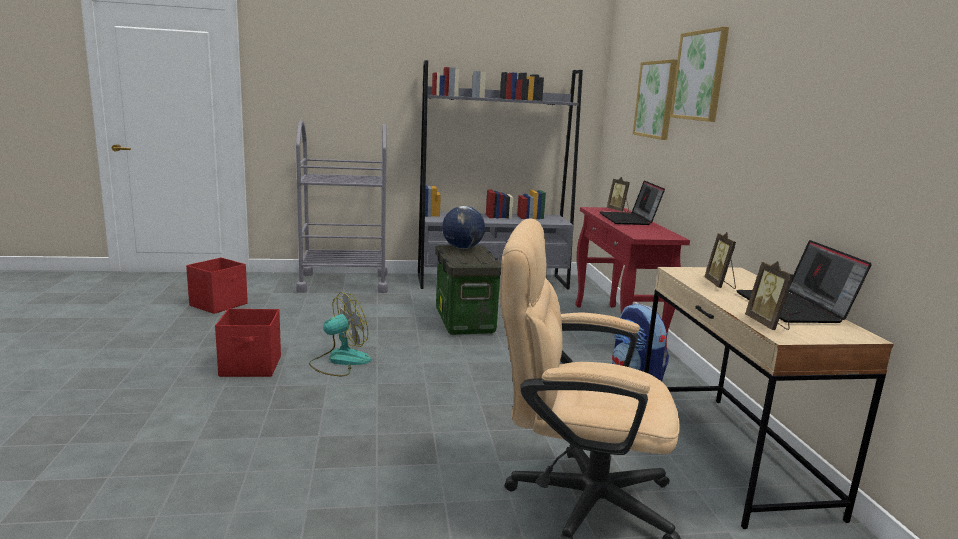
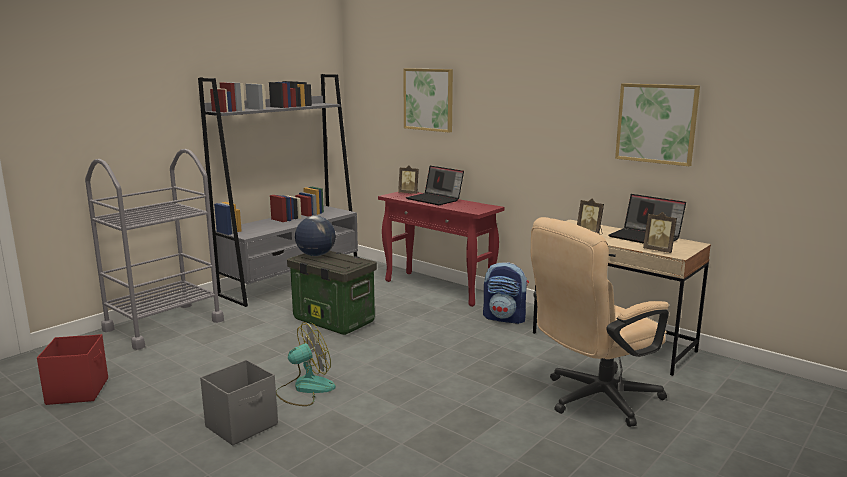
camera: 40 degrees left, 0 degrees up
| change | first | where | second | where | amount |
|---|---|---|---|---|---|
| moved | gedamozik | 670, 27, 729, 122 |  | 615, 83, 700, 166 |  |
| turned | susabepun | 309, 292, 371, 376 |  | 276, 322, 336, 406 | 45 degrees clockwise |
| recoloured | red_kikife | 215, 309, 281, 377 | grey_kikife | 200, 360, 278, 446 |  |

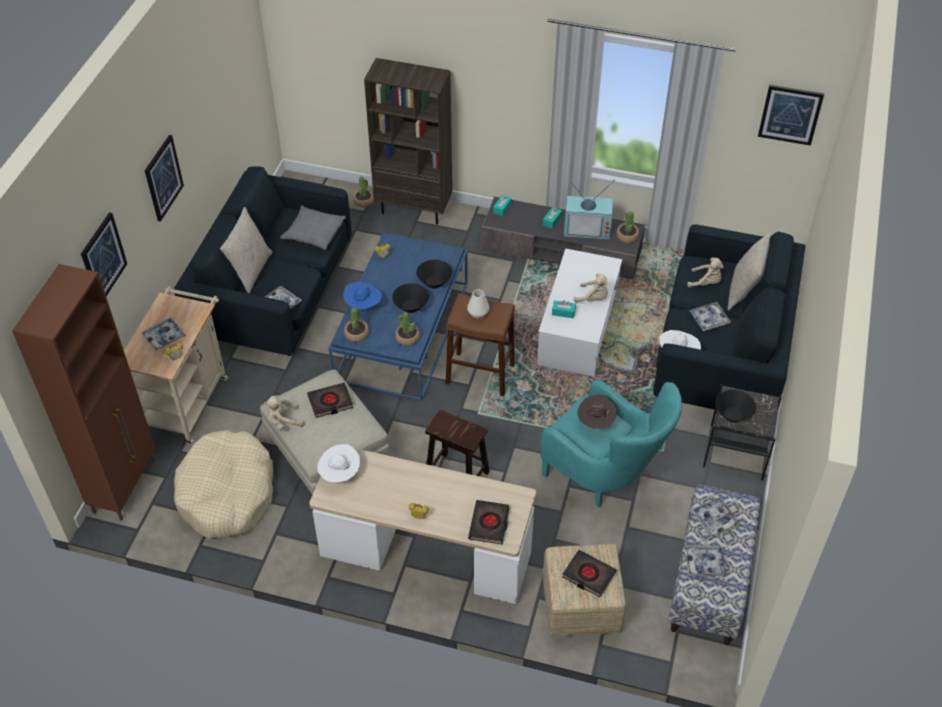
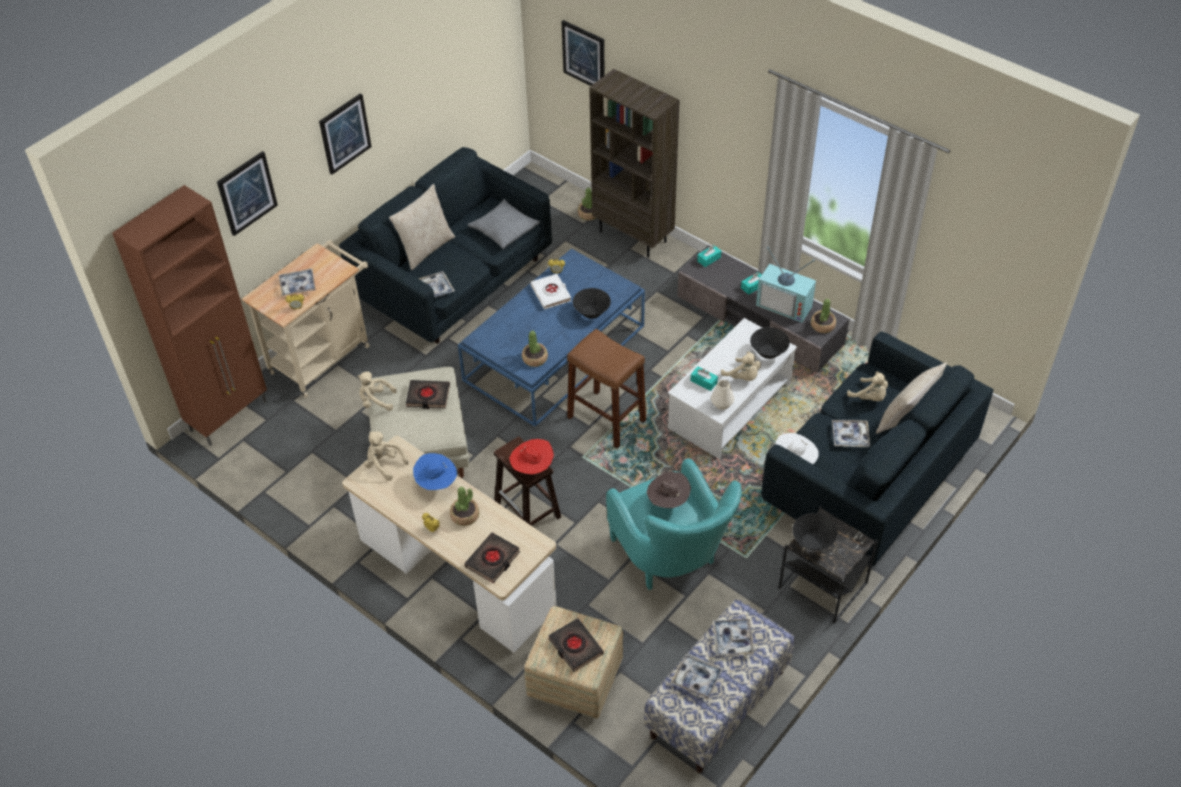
camera: 25 degrees right, 0 degrees up
| change | first | where | second | where | amount |
|---|---|---|---|---|---|
| moved | gedamozik | 758, 84, 824, 146 |  | 561, 20, 605, 86 |  |
| moved | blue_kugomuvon | 343, 282, 382, 309 |  | 413, 453, 457, 490 |  |
| moved | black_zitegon | 392, 283, 429, 313 |  | 750, 327, 790, 359 |  |
| moved | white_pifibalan | 467, 290, 489, 319 |  | 711, 380, 734, 410 |  |
| moved | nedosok | 344, 308, 369, 342 |  | 450, 487, 480, 526 |  |
| removed | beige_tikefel | 174, 430, 273, 539 |  |  |  |
| replaced | white_kugomuvon | 318, 444, 360, 482 | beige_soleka | 364, 431, 409, 481 |  |
| added |  |  | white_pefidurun | 531, 274, 571, 309 |  |
| added |  |  | red_kugomuvon | 509, 439, 554, 475 |  |

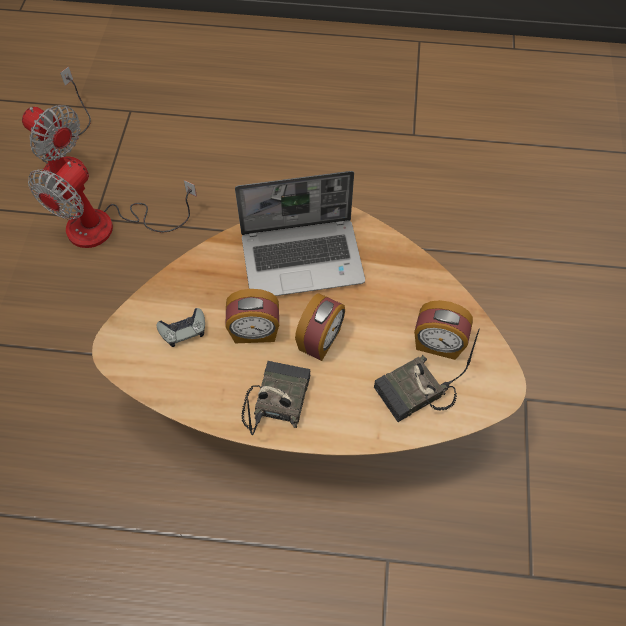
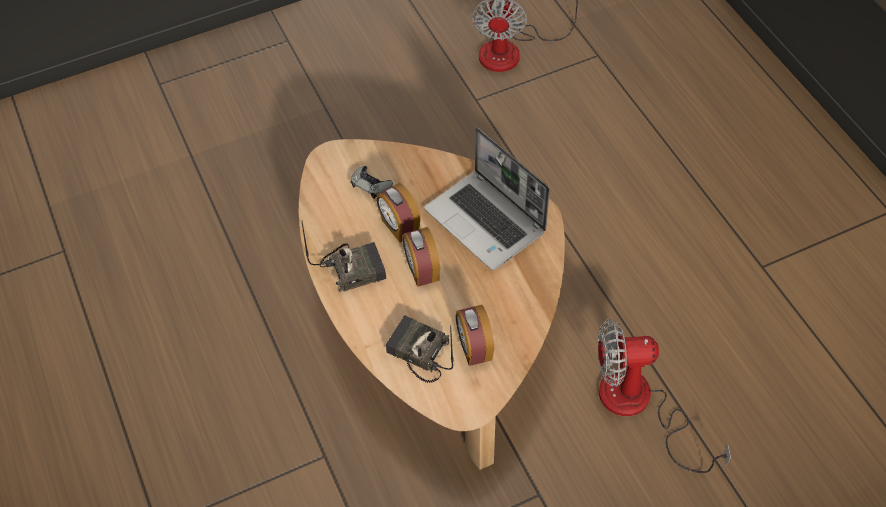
camera: 60 degrees right, 5 degrees down
| change | first | where | second | where | amount |
|---|---|---|---|---|---|
| moved | susabepun | 28, 160, 197, 248 |  | 598, 319, 731, 473 |  |
| turned | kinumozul | 295, 293, 345, 361 |  | 402, 227, 440, 287 | 75 degrees clockwise |

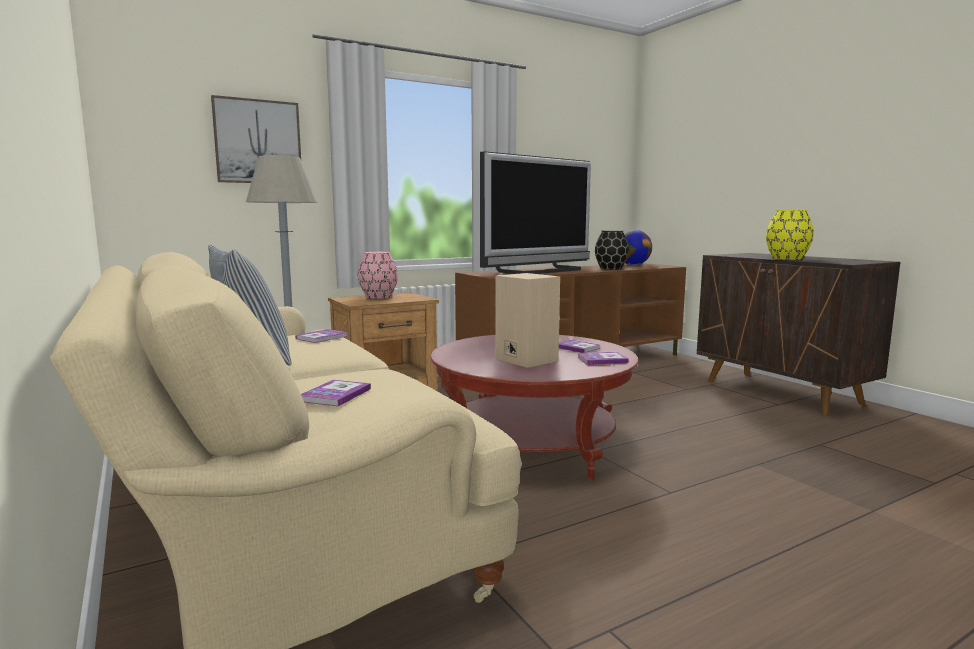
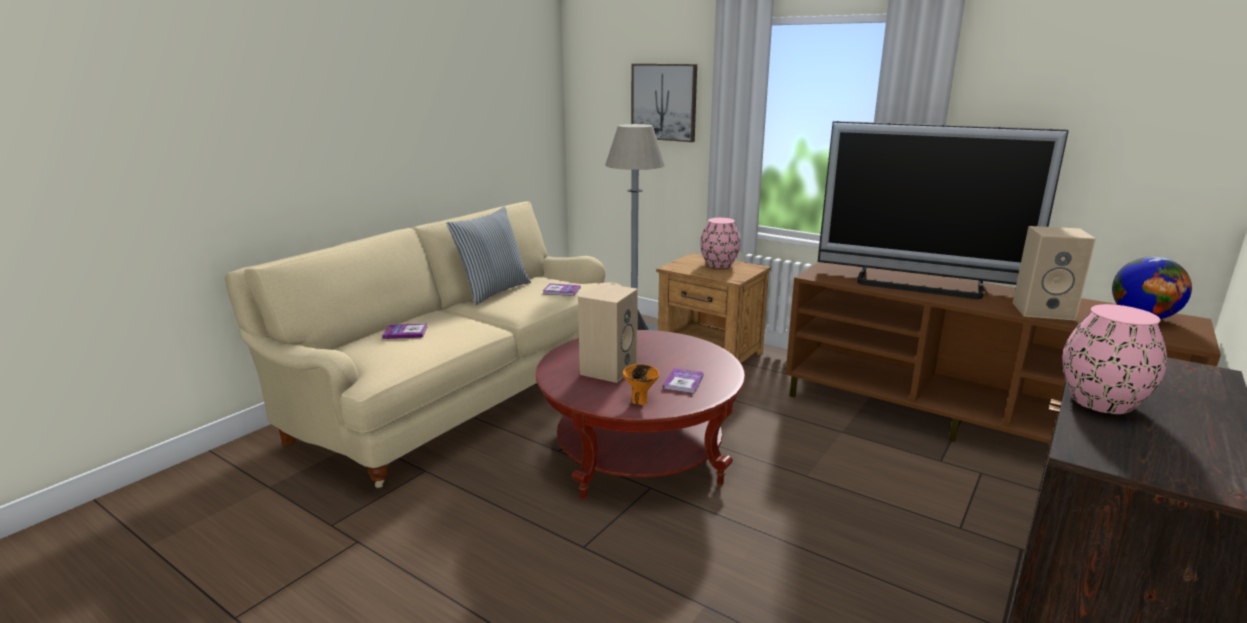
camera: 65 degrees right, 10 degrees up
| change | first | where | second | where | amount |
|---|---|---|---|---|---|
| recoloured | yellow_pifibalan | 766, 210, 814, 260 | pink_pifibalan | 1062, 304, 1167, 414 |  |
| replaced | black_pifibalan | 595, 230, 629, 270 | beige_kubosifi | 1013, 226, 1096, 321 |  |
| replaced | pefidurun | 577, 352, 629, 365 | orange_zitegon | 623, 364, 659, 405 |  |

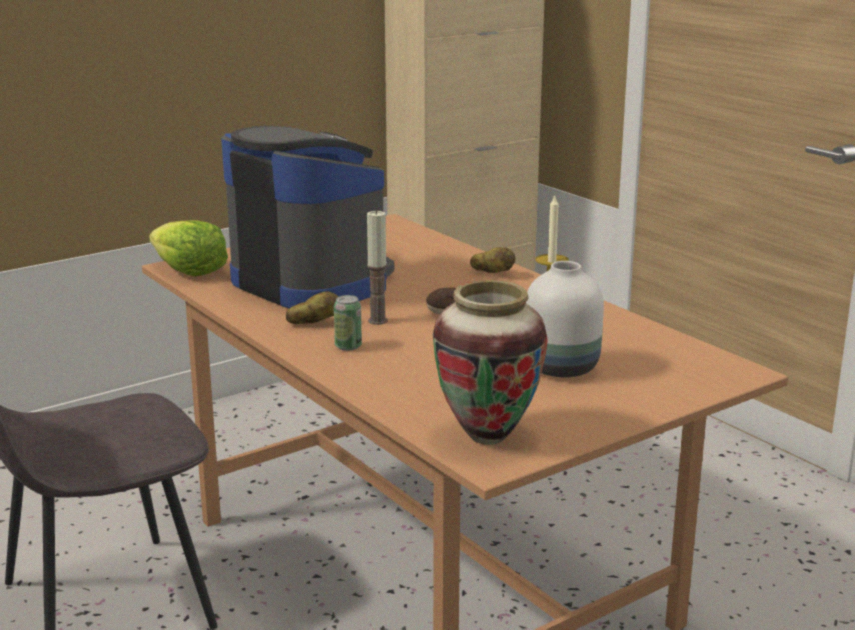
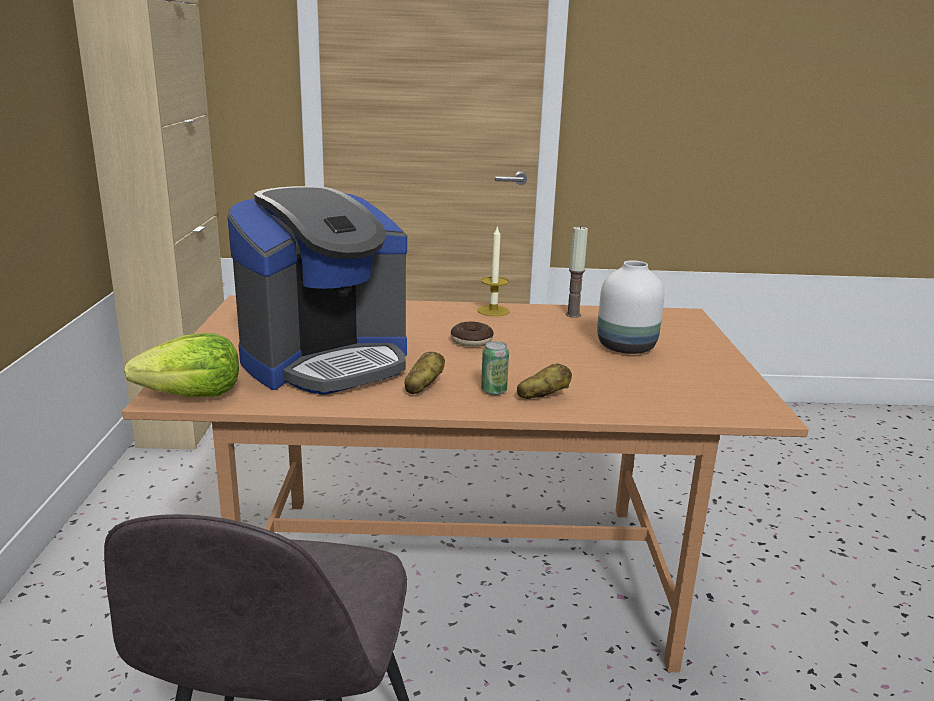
camera: 55 degrees left, 0 degrees up
| change | first | where | second | where | amount |
|---|---|---|---|---|---|
| turned | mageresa | 221, 126, 394, 308 |  | 227, 186, 407, 395 | 150 degrees clockwise |
| moved | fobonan | 367, 210, 388, 325 |  | 566, 225, 588, 318 |  |
| moved | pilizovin | 470, 247, 516, 273 |  | 517, 364, 572, 399 |  |
| removed | pifibalan | 433, 280, 548, 445 |  |  |  |

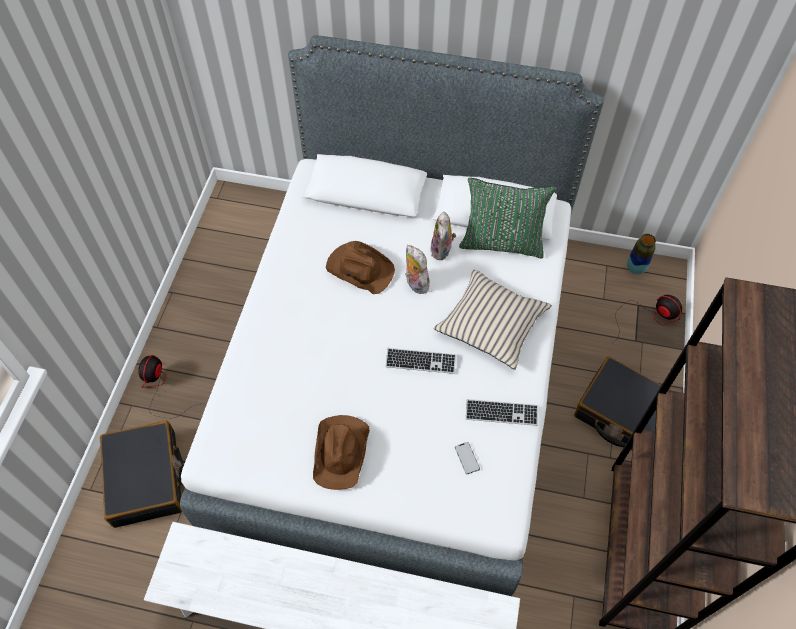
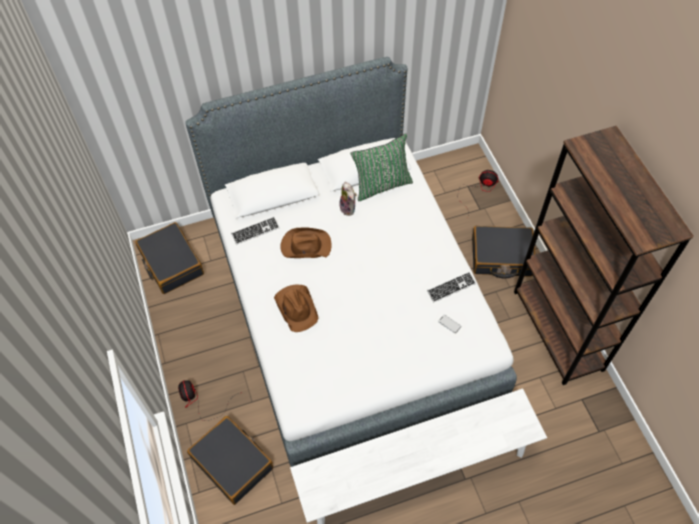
camera: 30 degrees left, 0 degrees up
| change | first | where | second | where | amount |
|---|---|---|---|---|---|
| removed | pifibalan | 627, 234, 656, 274 |  |  |  |
| removed | soleka | 405, 245, 430, 294 |  |  |  |
| removed | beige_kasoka | 434, 269, 552, 370 |  |  |  |
| moved | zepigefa | 386, 348, 456, 374 |  | 231, 217, 280, 245 |  |
| moved | brown_kugomuvon | 313, 415, 370, 490 |  | 274, 285, 318, 332 |  |
| added |  |  | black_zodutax | 135, 222, 204, 294 |  |

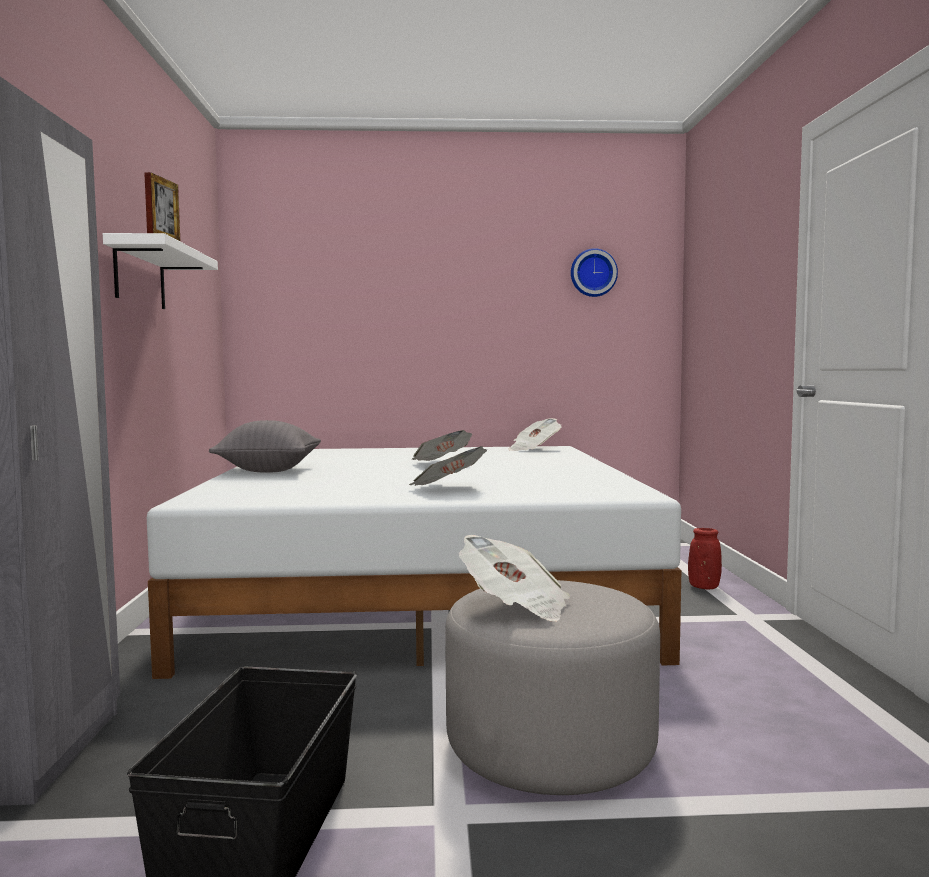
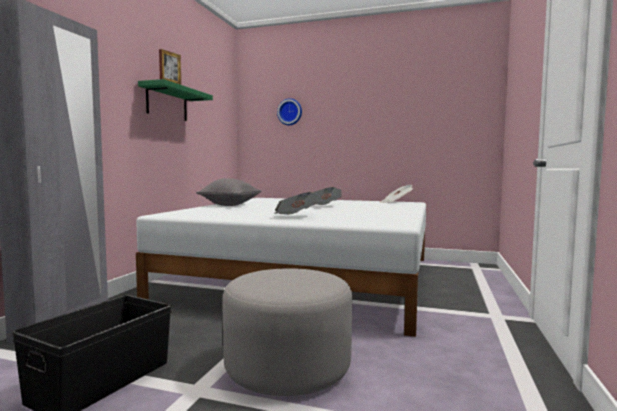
camera: 20 degrees right, 0 degrees up
| change | first | where | second | where | amount |
|---|---|---|---|---|---|
| recoloured | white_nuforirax | 103, 233, 218, 309 | green_nuforirax | 138, 79, 213, 121 |  |
| moved | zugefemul | 571, 248, 618, 297 |  | 277, 98, 302, 125 |  |
| removed | red_pifibalan | 688, 528, 722, 589 |  |  |  |
| removed | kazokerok | 459, 535, 570, 622 |  |  |  |

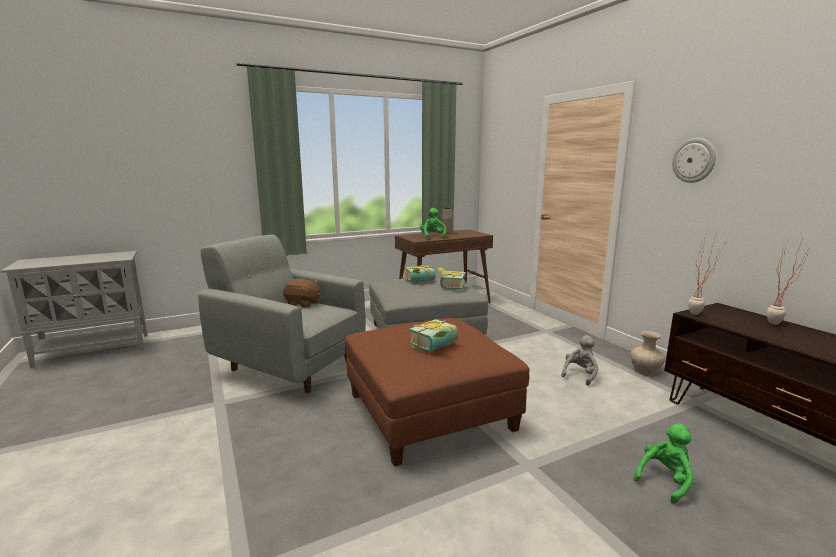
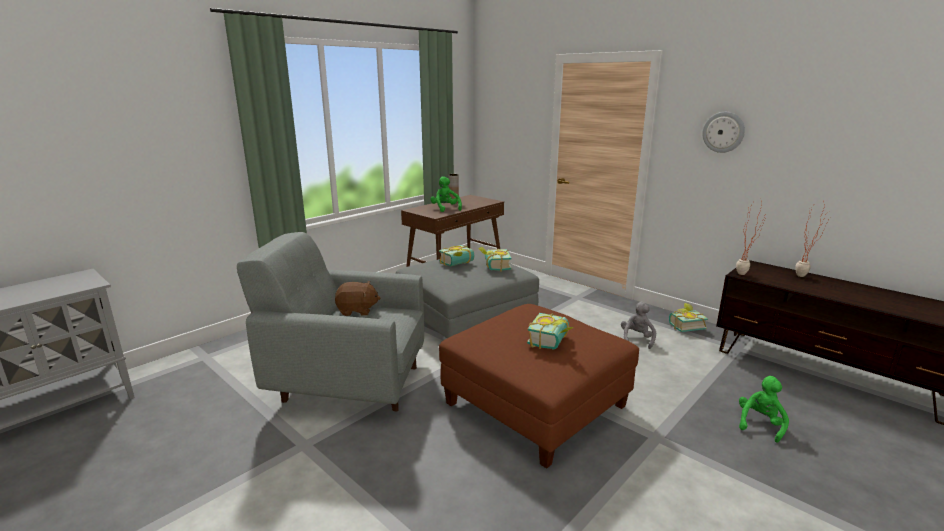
camera: 20 degrees left, 5 degrees up
| change | first | where | second | where | amount |
|---|---|---|---|---|---|
| replaced | beige_pifibalan | 630, 331, 665, 376 | pefidurun | 669, 303, 708, 332 |  |

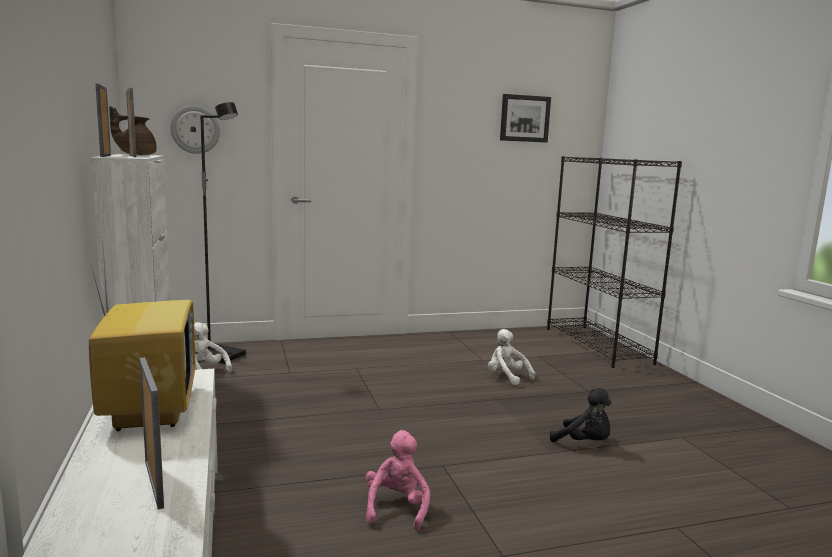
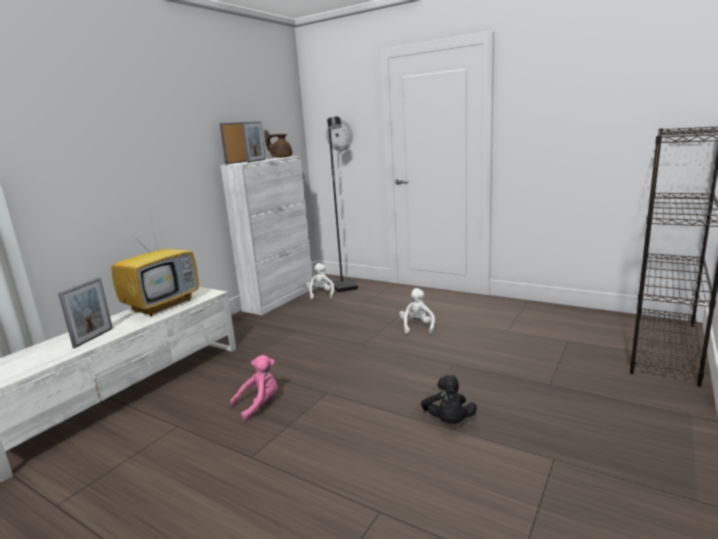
camera: 50 degrees right, 5 degrees up
| change | first | where | second | where | amount |
|---|---|---|---|---|---|
| removed | gedamozik | 500, 94, 551, 142 |  |  |  |
| moved | white_soleka | 488, 329, 536, 385 |  | 399, 288, 435, 334 |  |

